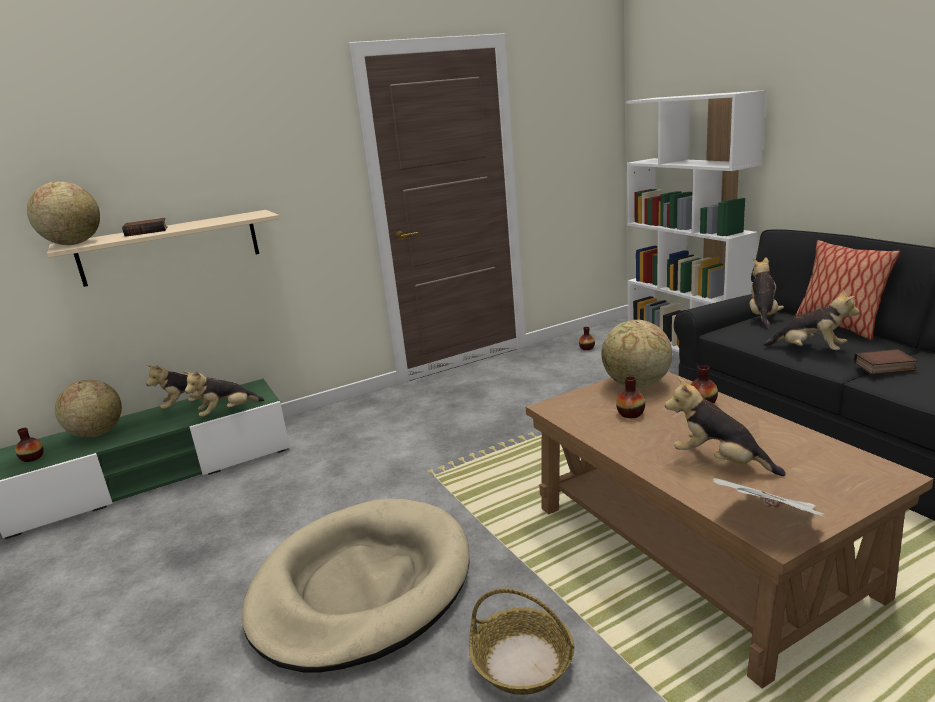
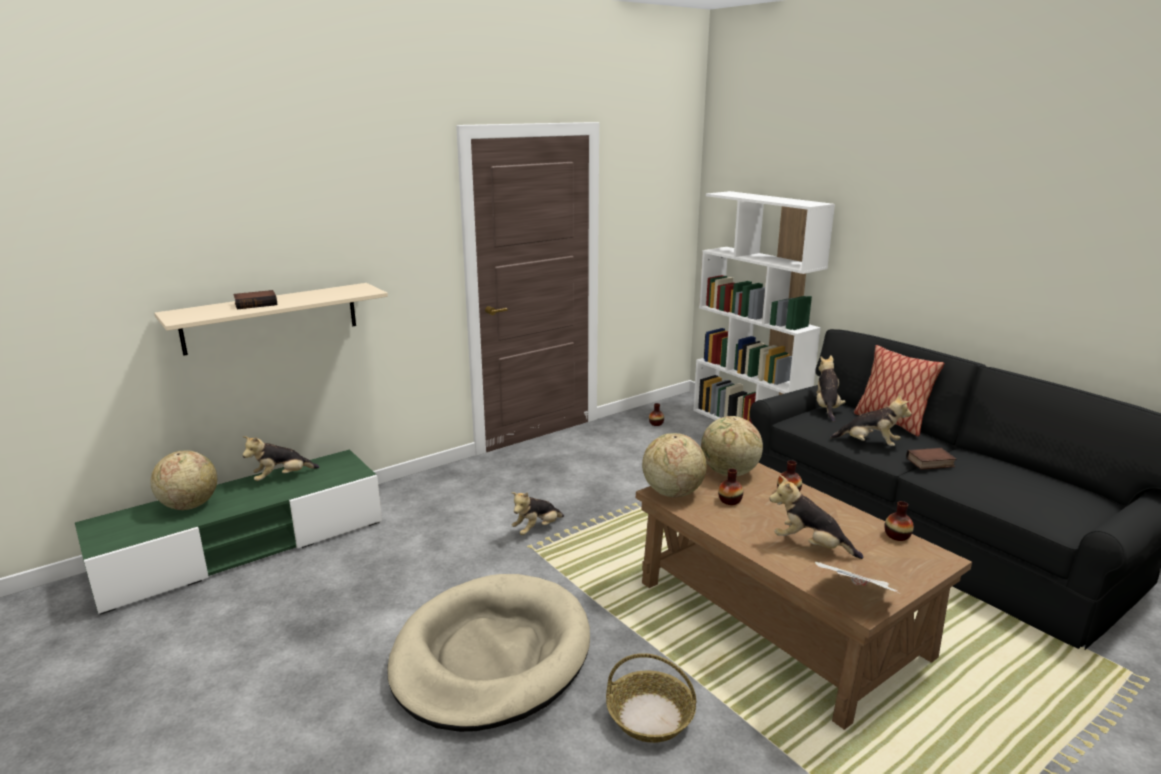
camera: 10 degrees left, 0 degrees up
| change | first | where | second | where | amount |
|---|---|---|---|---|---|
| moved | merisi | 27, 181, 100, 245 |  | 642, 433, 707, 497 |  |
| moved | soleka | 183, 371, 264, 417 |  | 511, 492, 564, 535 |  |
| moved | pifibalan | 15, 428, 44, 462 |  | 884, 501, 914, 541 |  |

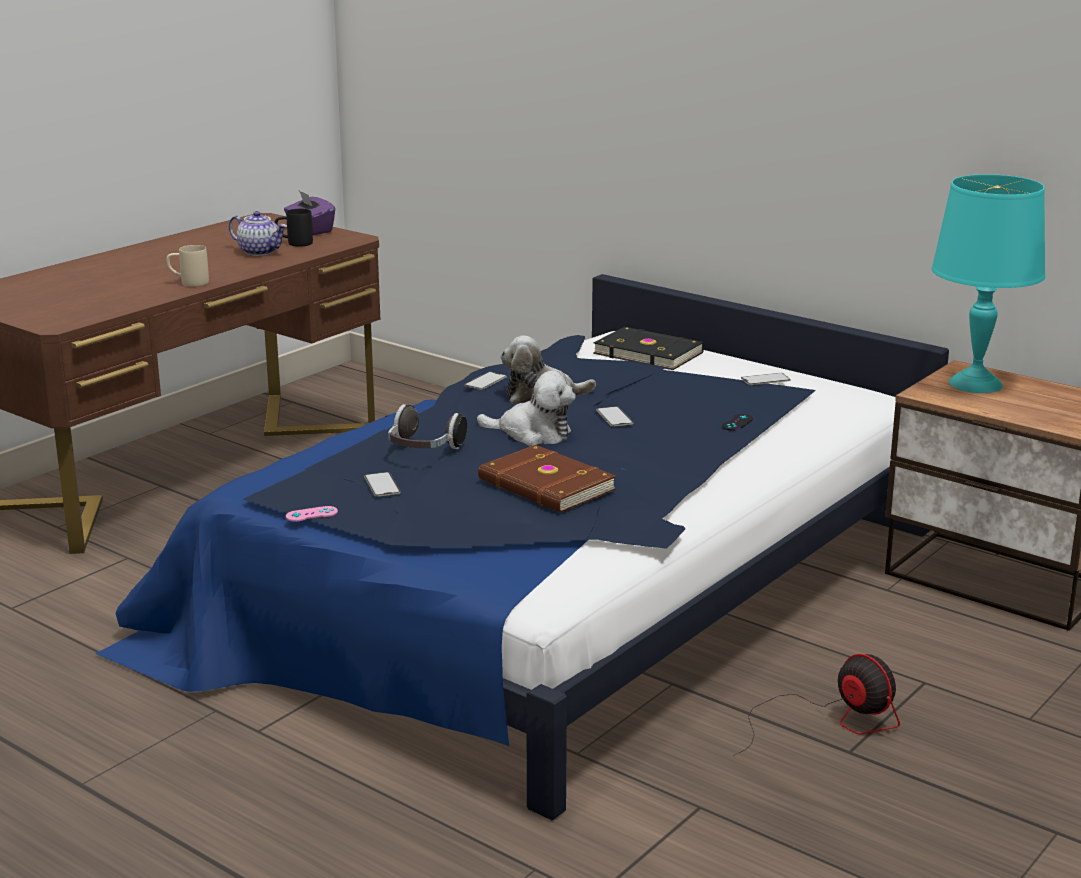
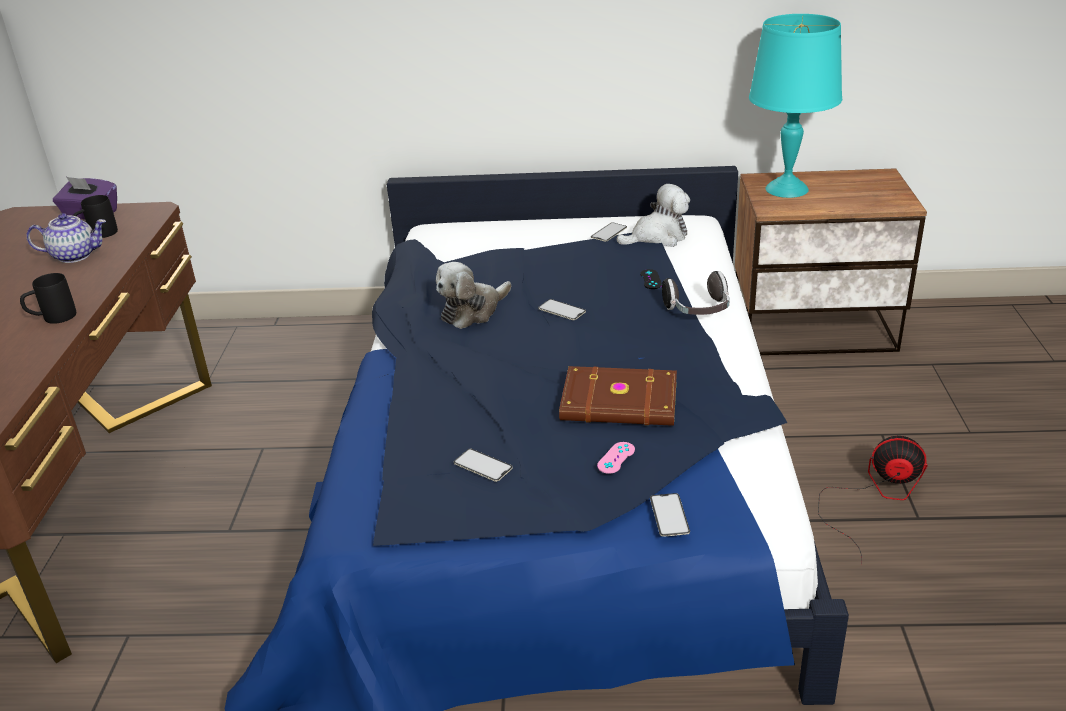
camera: 35 degrees left, 10 degrees up
| change | first | where | second | where | amount |
|---|---|---|---|---|---|
| recoloured | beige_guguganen | 166, 245, 209, 287 | black_guguganen | 20, 273, 76, 324 |  |
| removed | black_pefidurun | 593, 327, 704, 370 |  |  |  |
| moved | soleka | 477, 370, 576, 446 |  | 617, 184, 690, 247 |  |
| moved | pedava | 464, 372, 507, 390 |  | 650, 493, 690, 537 |  |
| moved | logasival | 388, 404, 467, 449 |  | 662, 271, 730, 315 |  |
| moved | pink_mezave | 286, 506, 338, 521 |  | 597, 442, 635, 474 |  |

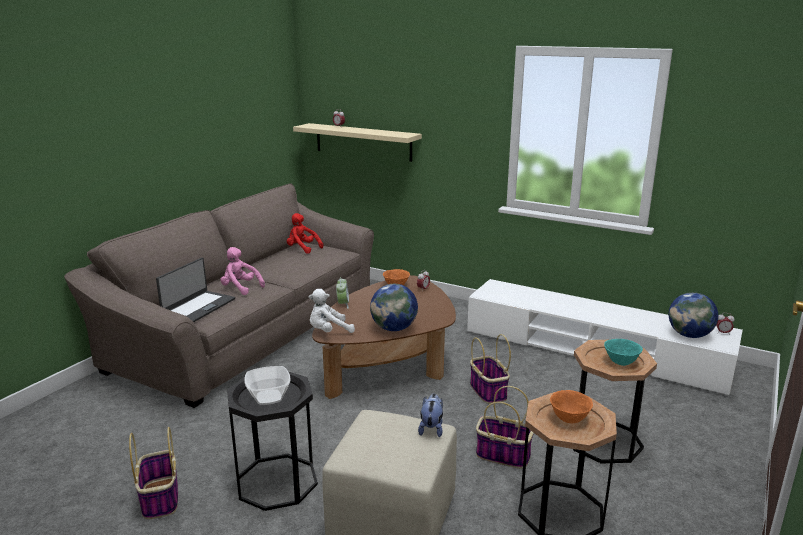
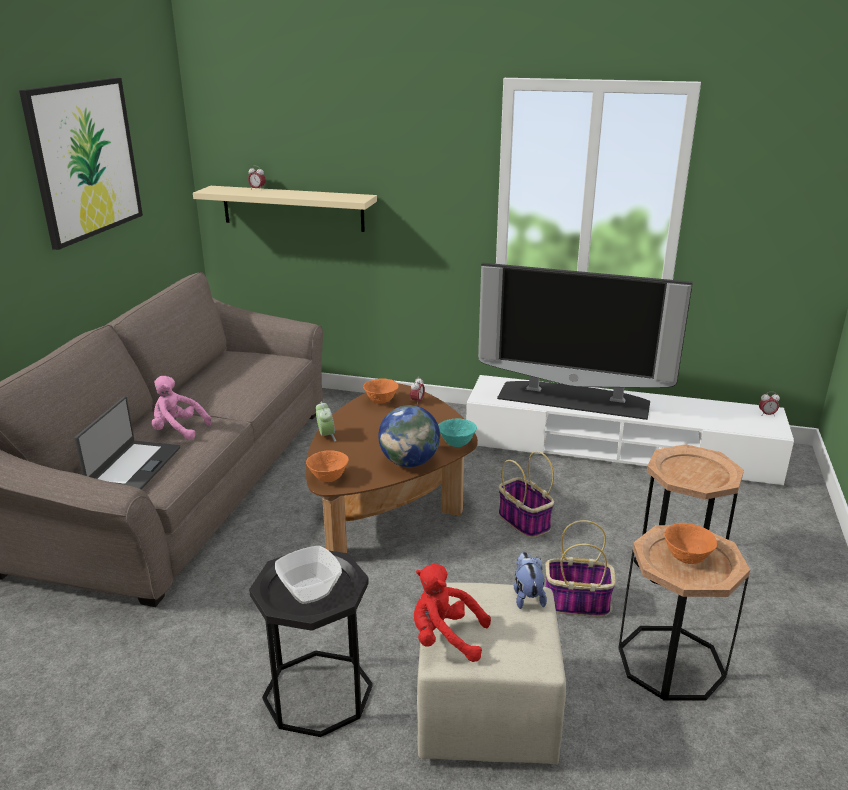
camera: 15 degrees left, 5 degrees up
| change | first | where | second | where | amount |
|---|---|---|---|---|---|
| moved | red_soleka | 287, 213, 323, 254 |  | 414, 564, 491, 662 |  |
| replaced | white_soleka | 308, 289, 355, 333 | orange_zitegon | 306, 450, 349, 482 |  |
| removed | merisi | 669, 292, 718, 338 |  |  |  |
| moved | turquoise_zitegon | 604, 339, 643, 366 |  | 438, 418, 477, 447 |  |
| removed | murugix | 129, 427, 178, 519 |  |  |  |
| added |  |  | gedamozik | 19, 78, 143, 250 |  |
| added |  |  | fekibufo | 478, 263, 693, 420 |  |

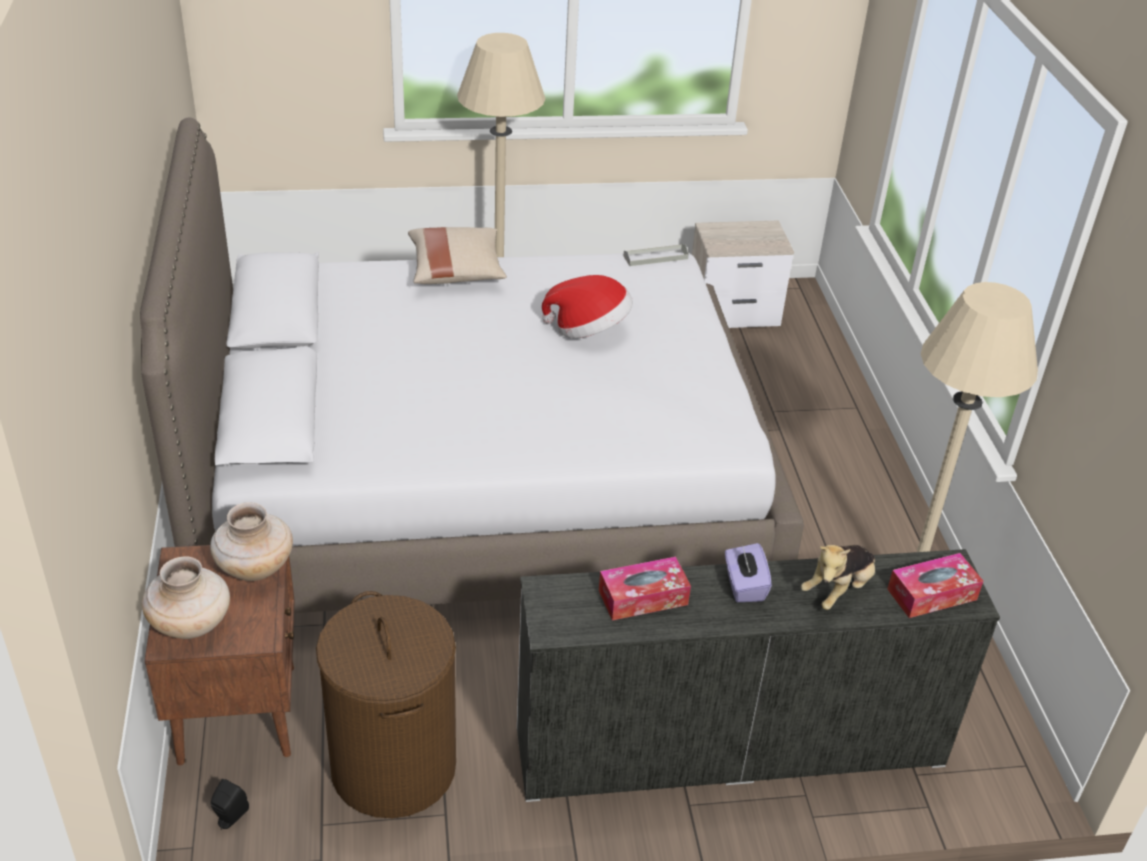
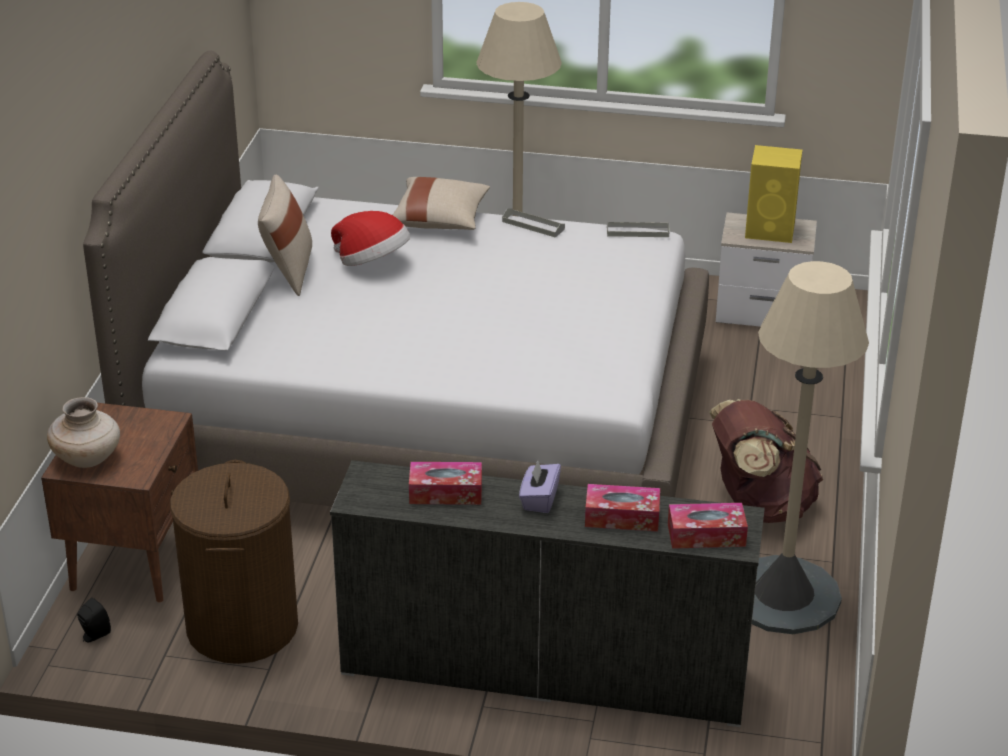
camera: 20 degrees right, 5 degrees down
| change | first | where | second | where | amount |
|---|---|---|---|---|---|
| moved | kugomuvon | 542, 275, 633, 338 |  | 331, 211, 410, 266 |  |
| removed | beige_pifibalan | 210, 502, 293, 581 |  |  |  |
| replaced | soleka | 801, 545, 875, 610 | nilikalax | 585, 484, 660, 532 |  |
| added |  |  | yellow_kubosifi | 745, 145, 802, 243 |  |
| added |  |  | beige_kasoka | 258, 174, 312, 296 |  |
| added |  |  | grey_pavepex | 502, 208, 565, 238 |  |
| added |  |  | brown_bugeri | 709, 399, 823, 523 |  |

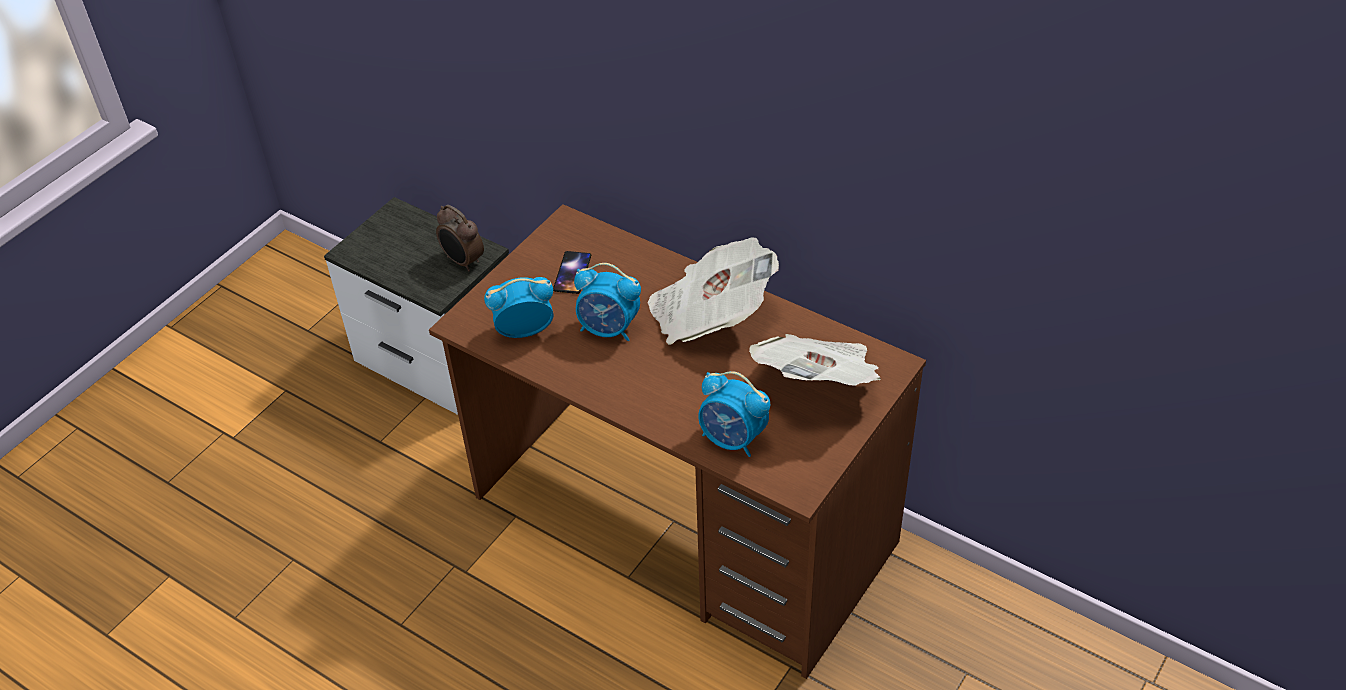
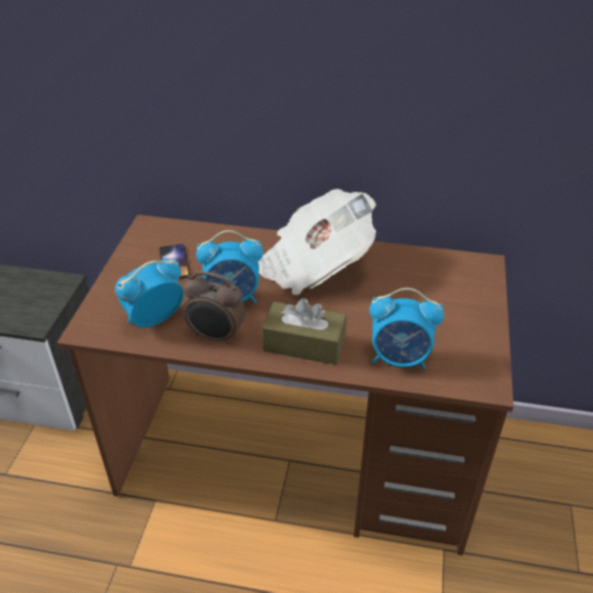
camera: 25 degrees left, 5 degrees down
| change | first | where | second | where | amount |
|---|---|---|---|---|---|
| moved | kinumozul | 436, 205, 484, 271 |  | 183, 271, 245, 345 |  |
| removed | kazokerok | 749, 334, 881, 386 |  |  |  |
| added |  |  | brown_nilikalax | 262, 298, 347, 365 |  |

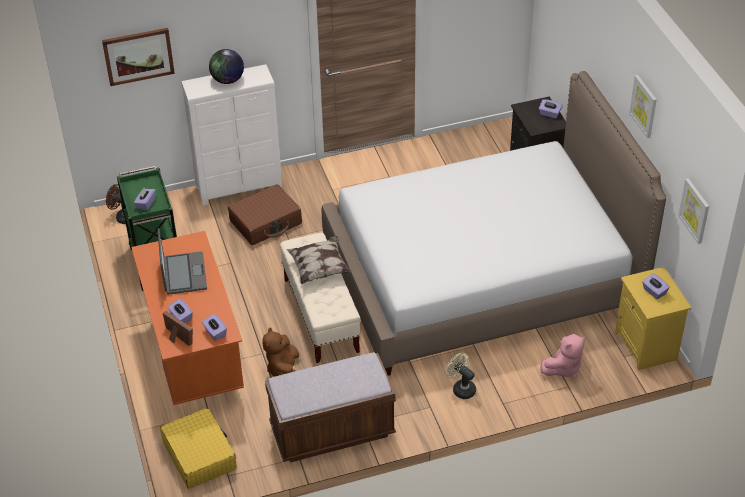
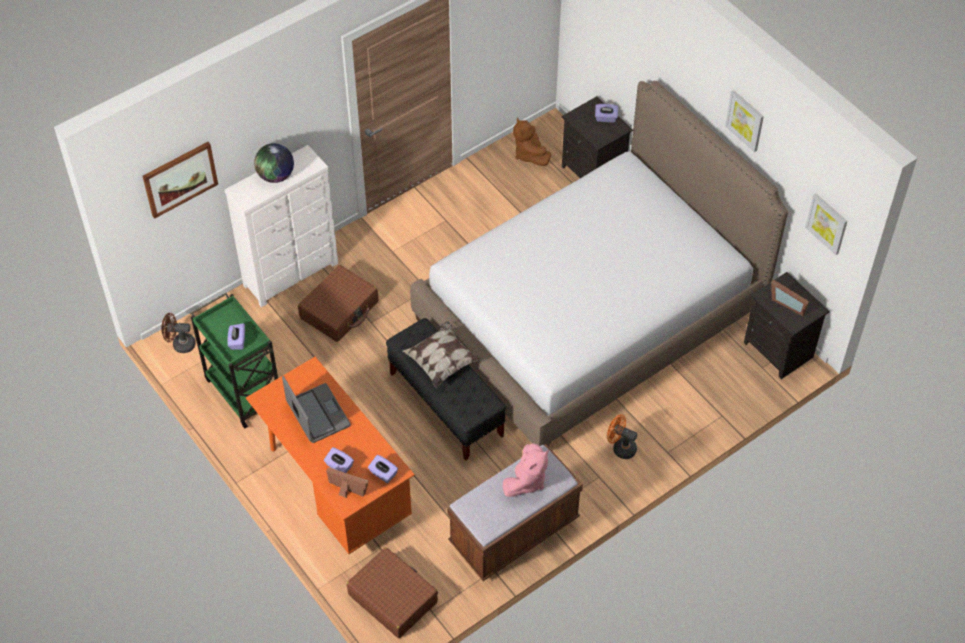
camera: 20 degrees left, 10 degrees up
| change | first | where | second | where | amount |
|---|---|---|---|---|---|
| recoloured | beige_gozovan | 280, 233, 361, 363 | black_gozovan | 386, 318, 506, 461 |  |
| recoloured | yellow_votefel | 615, 267, 692, 370 | black_votefel | 744, 272, 830, 379 |  |
| replaced | purple_nilikalax | 642, 273, 670, 299 | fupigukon | 771, 279, 809, 316 |  |
| moved | brown_soleka | 262, 327, 299, 377 |  | 513, 118, 551, 166 |  |
| moved | pink_soleka | 541, 334, 586, 377 |  | 503, 443, 549, 497 |  |
| recoloured | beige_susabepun | 446, 353, 476, 399 | orange_susabepun | 607, 414, 637, 459 |  |
| recoloured | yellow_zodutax | 160, 408, 237, 489 | brown_zodutax | 346, 547, 438, 638 |  |

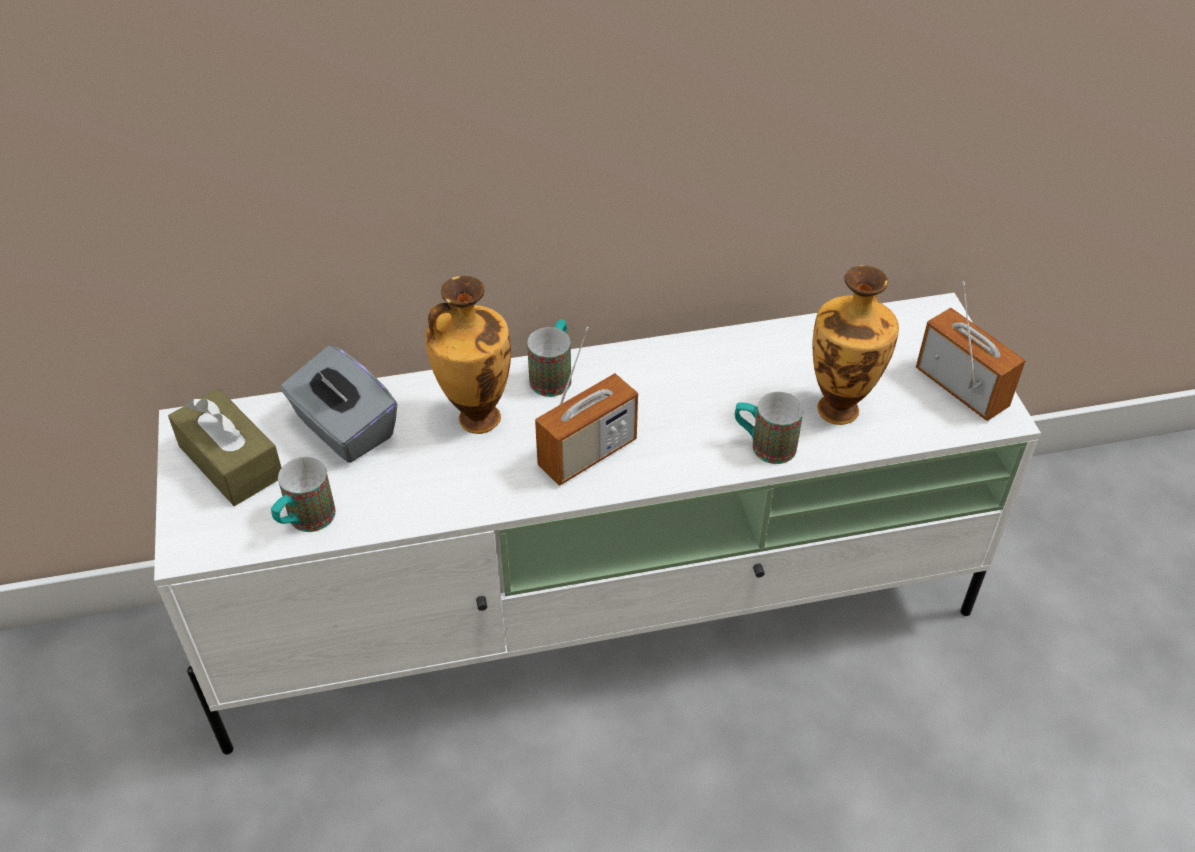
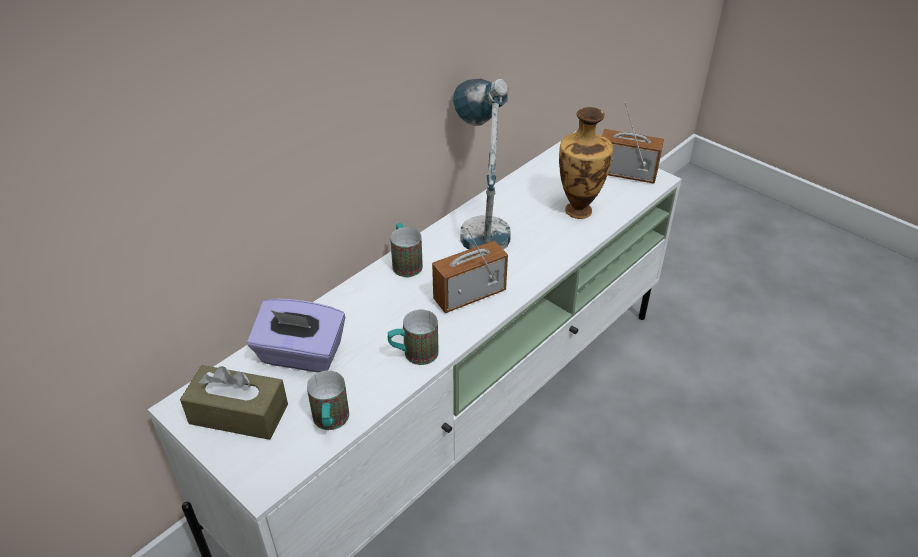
camera: 35 degrees left, 5 degrees down
| change | first | where | second | where | amount |
|---|---|---|---|---|---|
| removed | pifibalan | 425, 276, 511, 434 |  |  |  |
| turned | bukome | 535, 327, 638, 486 |  | 432, 227, 508, 313 | 135 degrees counterclockwise |
| recoloured | grey_nilikalax | 280, 345, 397, 463 | purple_nilikalax | 247, 299, 345, 372 |  |
| moved | guguganen | 735, 392, 803, 464 |  | 388, 310, 439, 365 |  |
| added |  |  | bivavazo | 453, 79, 511, 250 |  |

